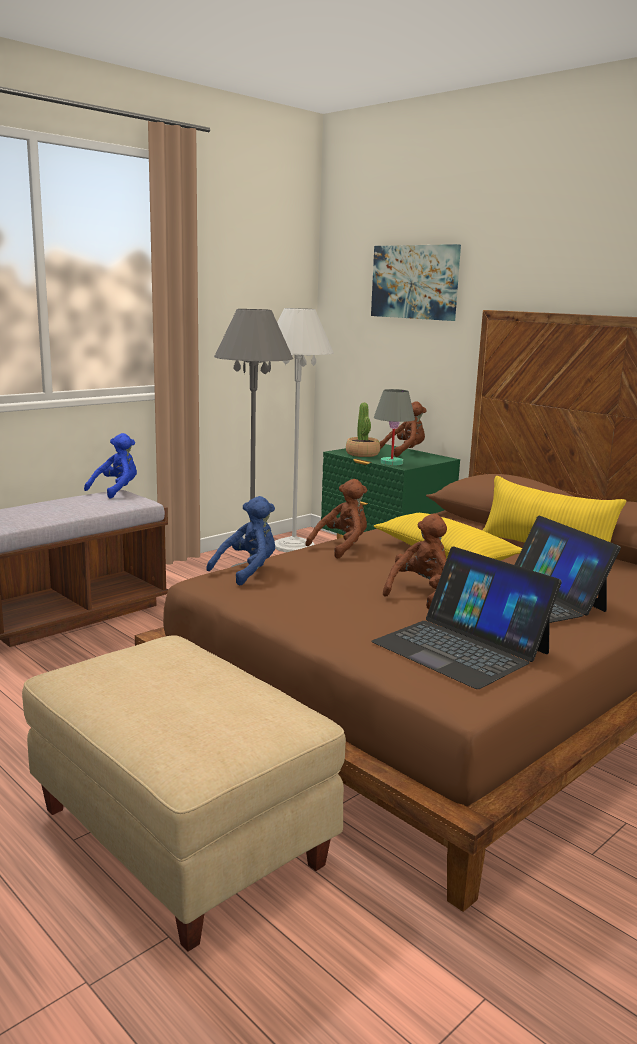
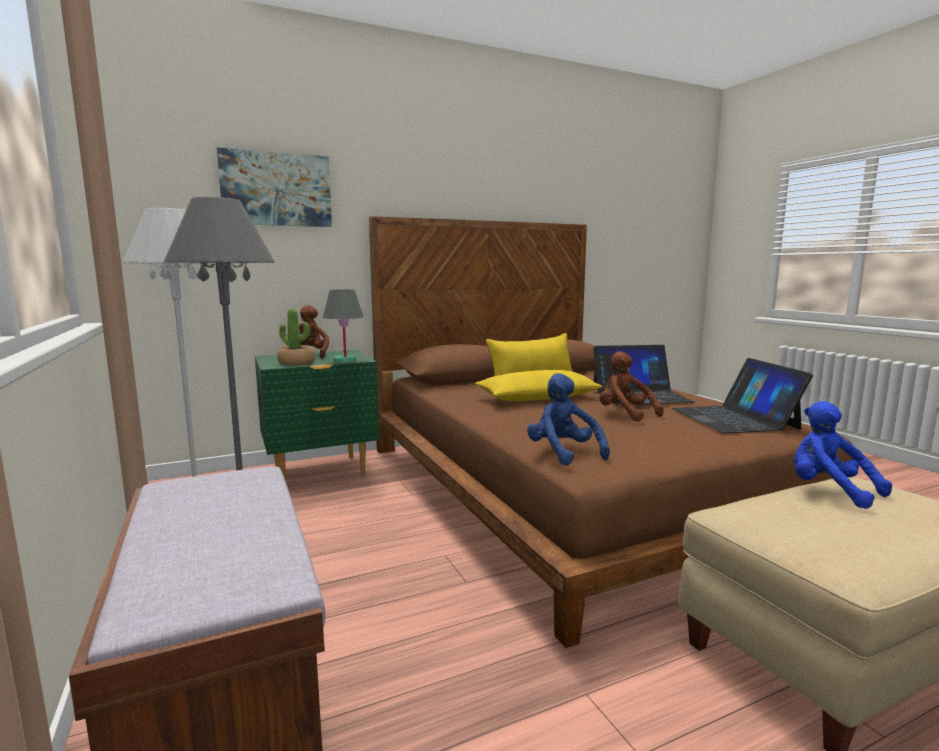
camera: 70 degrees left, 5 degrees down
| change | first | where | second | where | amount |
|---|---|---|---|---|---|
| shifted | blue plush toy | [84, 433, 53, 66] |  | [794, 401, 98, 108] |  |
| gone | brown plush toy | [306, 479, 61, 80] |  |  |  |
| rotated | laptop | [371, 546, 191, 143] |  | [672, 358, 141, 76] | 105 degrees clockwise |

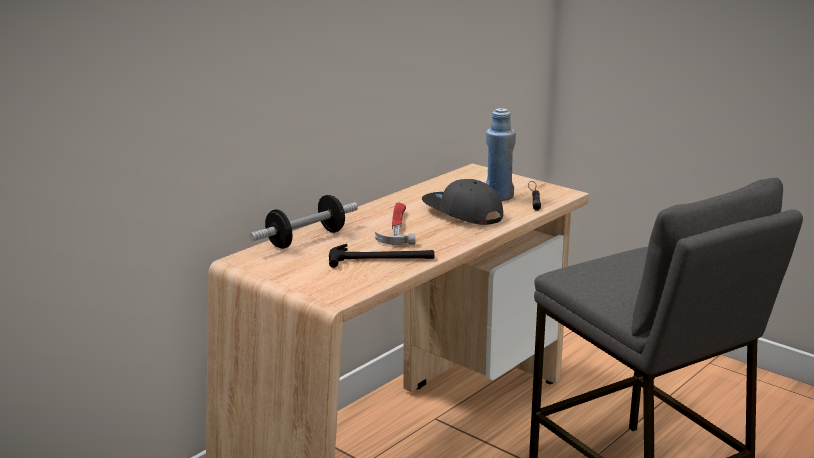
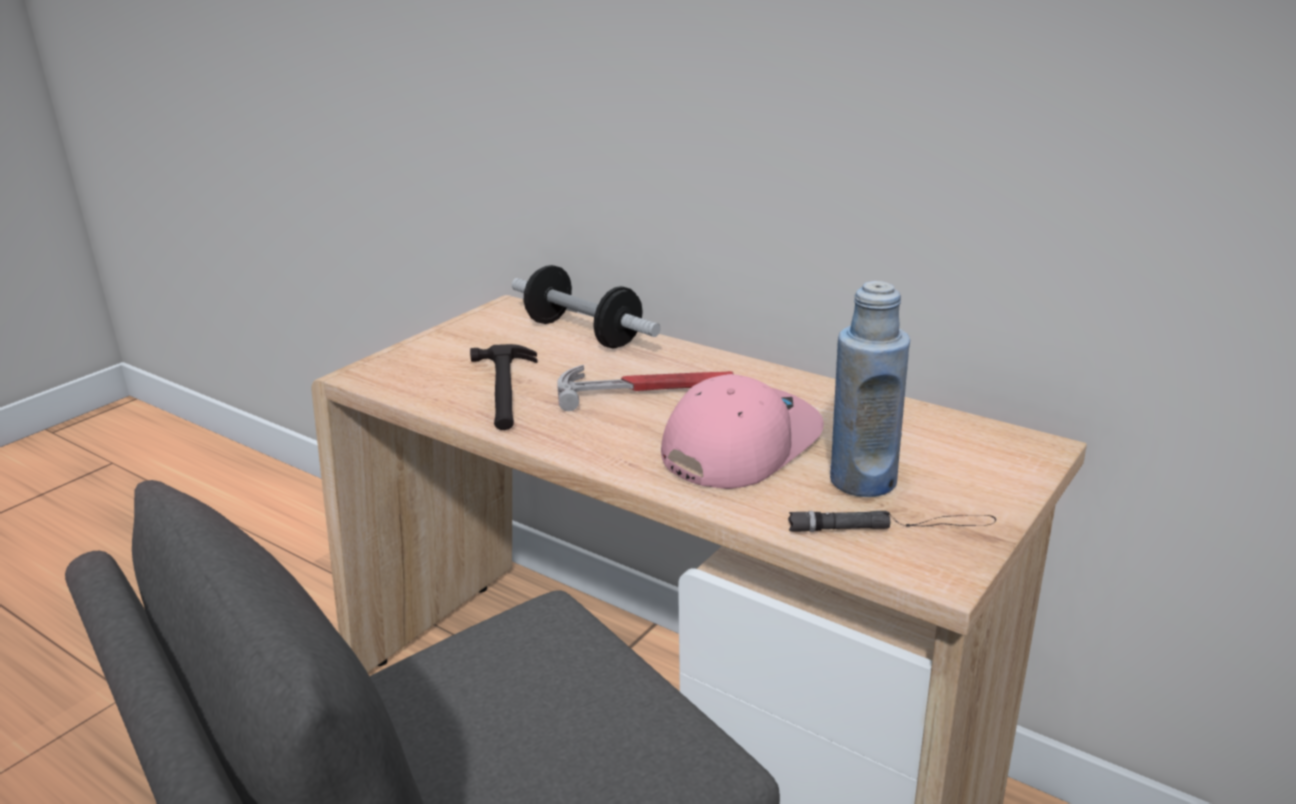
camera: 85 degrees right, 5 degrees up
| change | first | where | second | where | amount |
|---|---|---|---|---|---|
| repainted | grey cap | [422, 179, 81, 46] | pink cap | [661, 374, 163, 115] |  |

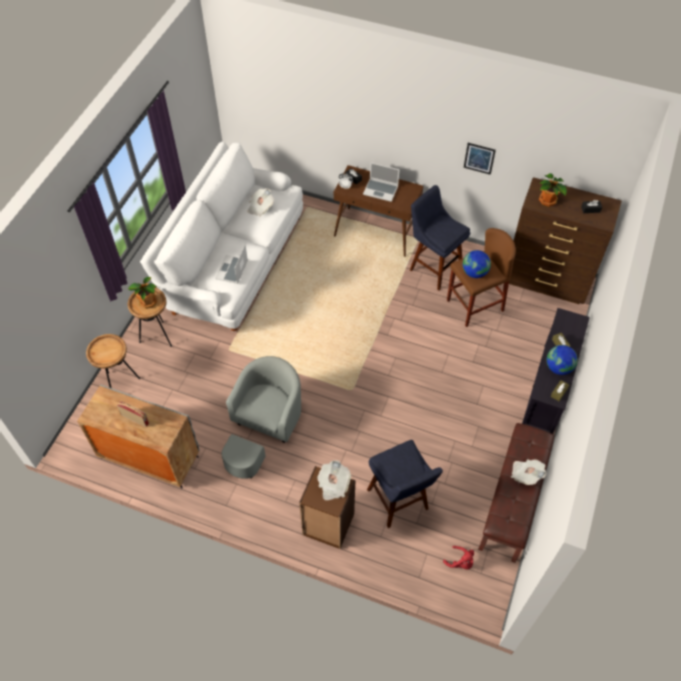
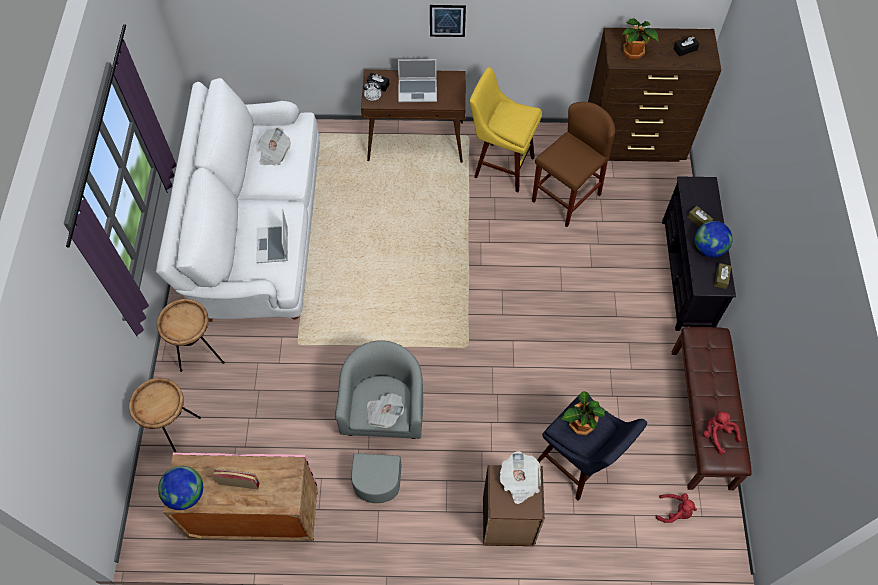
camera: 20 degrees left, 5 degrees up
| change | first | where | second | where | amount |
|---|---|---|---|---|---|
| repainted | grey cabinet | [77, 384, 122, 104] | pink cabinet | [163, 452, 155, 89] |  |
| shifted | potted plant | [128, 277, 29, 32] |  | [562, 391, 43, 45] |  |
| repainted | blue stool | [410, 185, 60, 105] | yellow stool | [470, 67, 72, 125] |  |
| shifted | globe | [463, 250, 28, 28] |  | [158, 466, 45, 44] |  |
| shifted | picture | [464, 143, 32, 32] |  | [430, 5, 36, 32] |  |
| shifted | newspaper | [511, 459, 35, 26] |  | [367, 393, 37, 35] |  |
| new |  |  | red plush toy | [703, 410, 38, 45] |  |

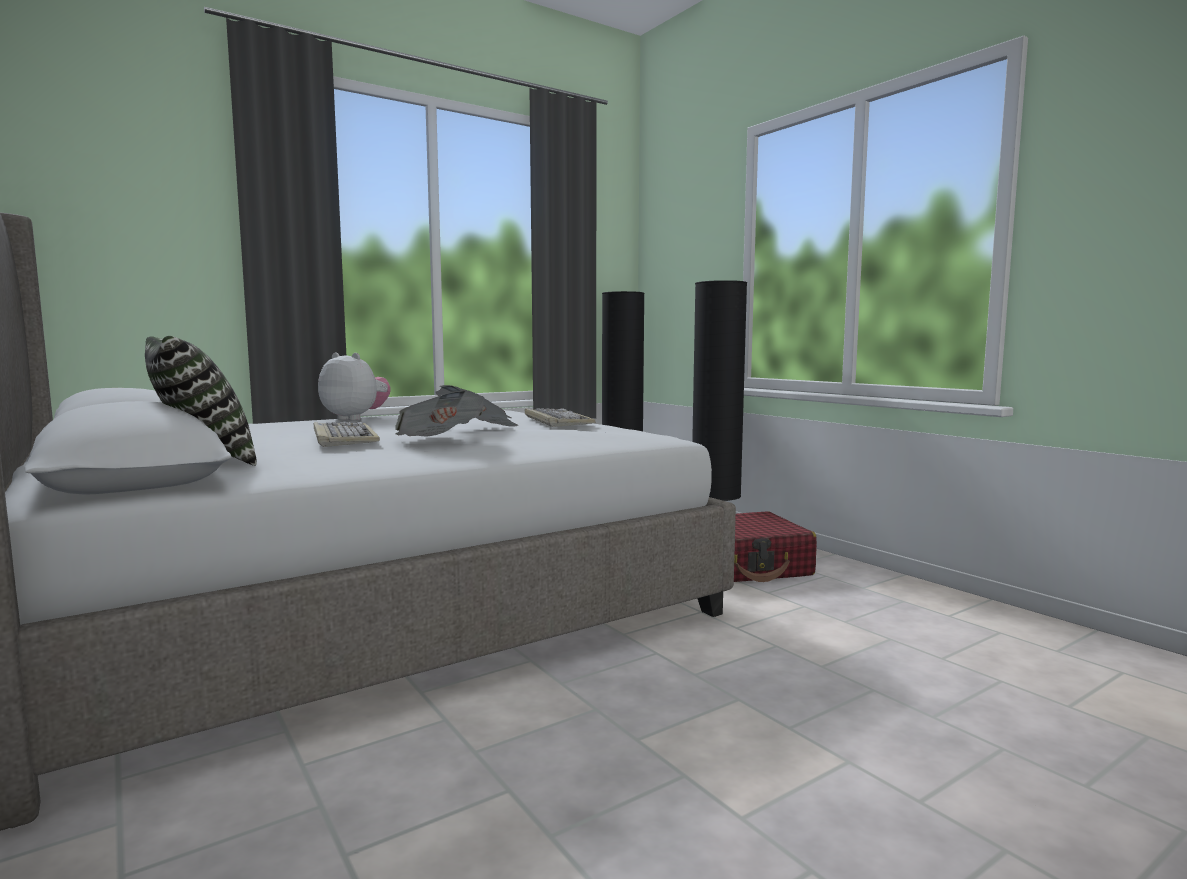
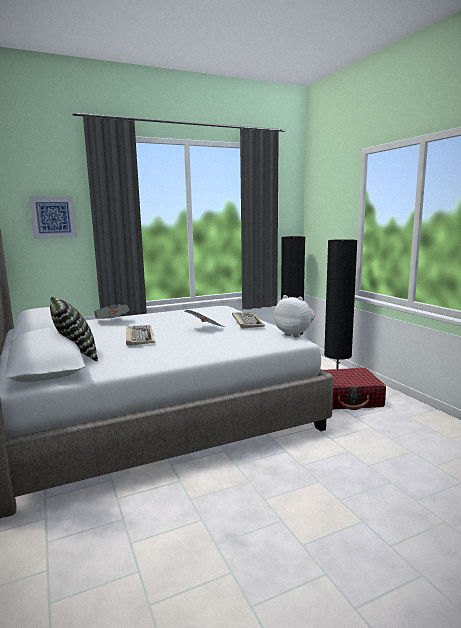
camera: 10 degrees right, 5 degrees up
| change | first | where | second | where | amount |
|---|---|---|---|---|---|
| shifted | plush toy | [318, 353, 72, 68] |  | [274, 295, 41, 42] |  |
| shifted | newspaper | [395, 391, 90, 46] |  | [94, 304, 36, 15] |  |
| new |  |  | picture | [28, 196, 49, 43] |  |

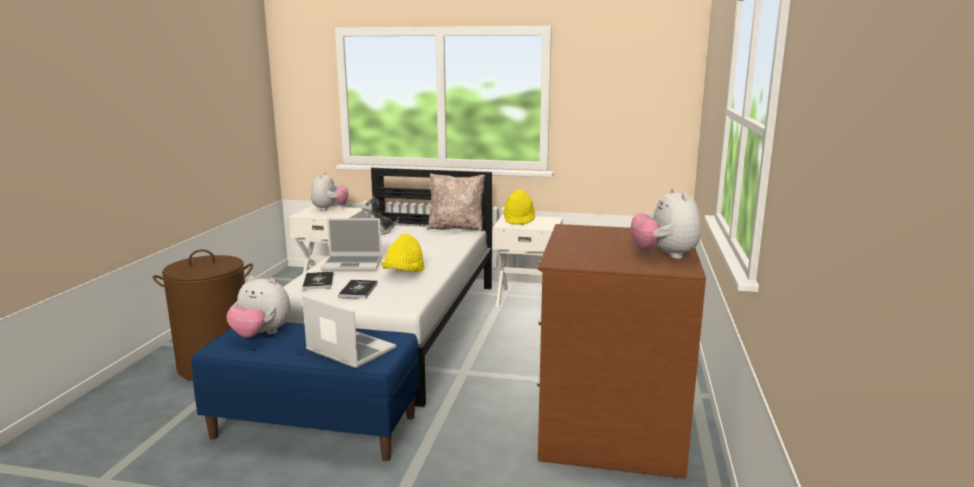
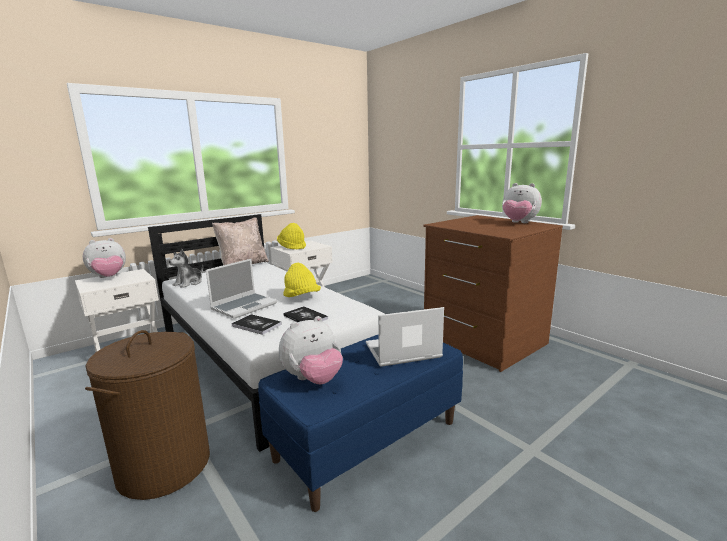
camera: 50 degrees left, 0 degrees up
| change | first | where | second | where | amount |
|---|---|---|---|---|---|
| rotated | plush toy | [311, 172, 38, 39] |  | [83, 238, 43, 40] | 105 degrees clockwise |

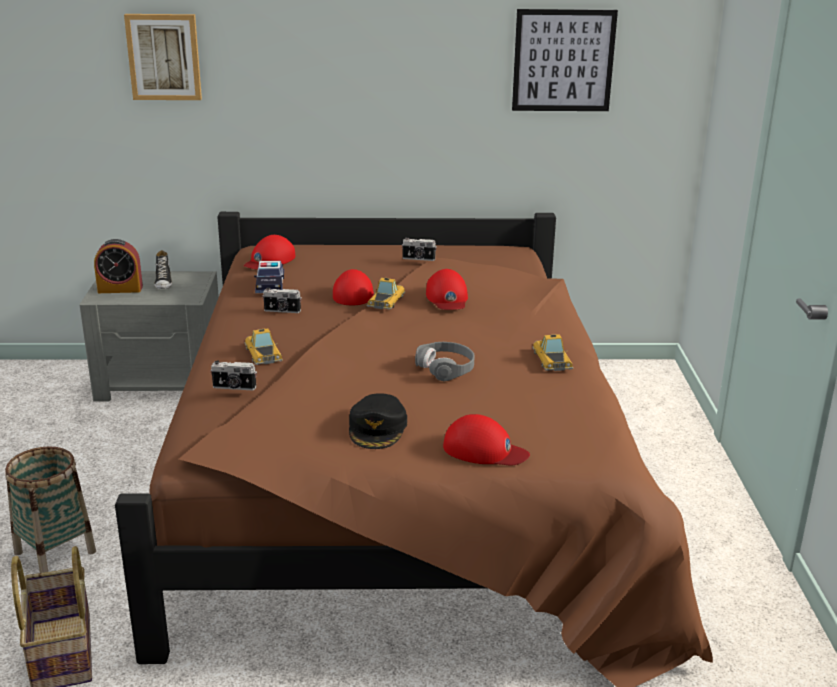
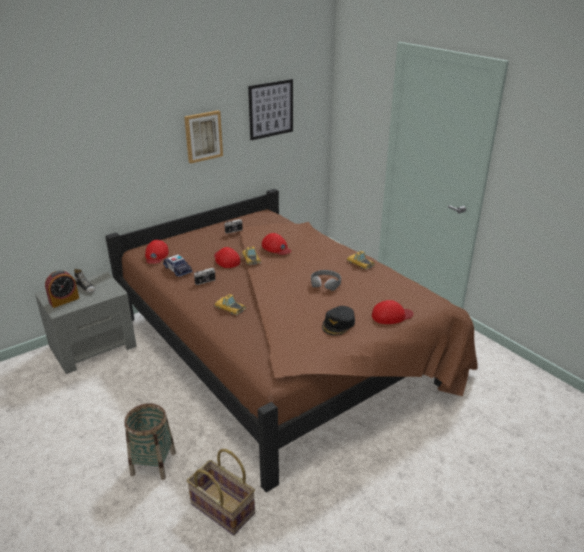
camera: 35 degrees left, 5 degrees up
| change | first | where | second | where | amount |
|---|---|---|---|---|---|
| shifted | picture | [124, 14, 78, 86] |  | [184, 110, 39, 54] |  |
| gone | photo camera | [210, 361, 47, 29] |  |  |  |
| rotated | black cap | [349, 393, 58, 56] |  | [322, 306, 33, 30] | 60 degrees clockwise |

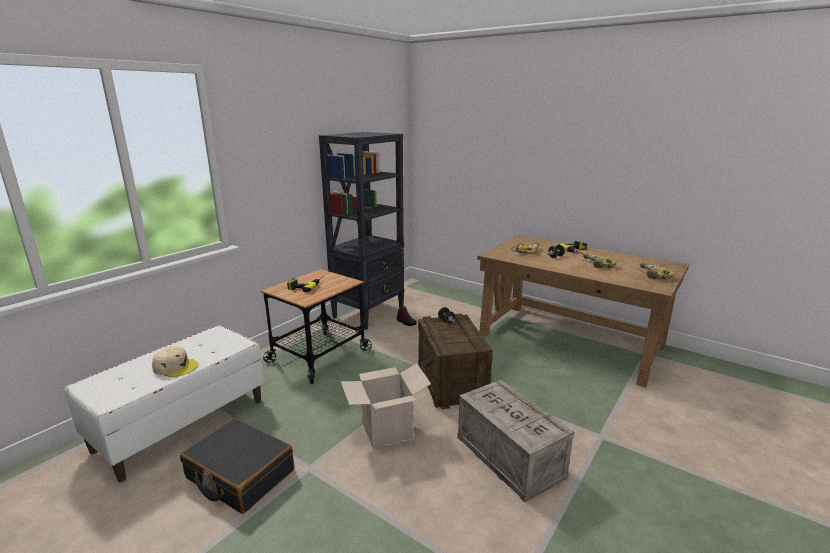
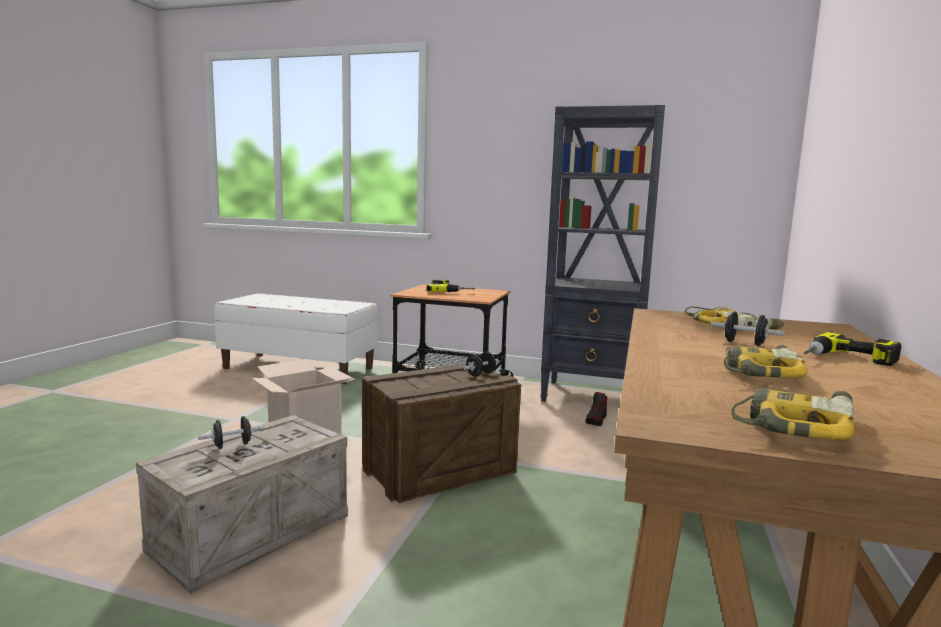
camera: 70 degrees right, 10 degrees down
| change | first | where | second | where | amount |
|---|---|---|---|---|---|
| gone | beige cap | [152, 346, 47, 31] |  |  |  |
| gone | black suitcase | [180, 418, 114, 96] |  |  |  |
| new |  |  | black dumbbell | [198, 416, 67, 33] |  |

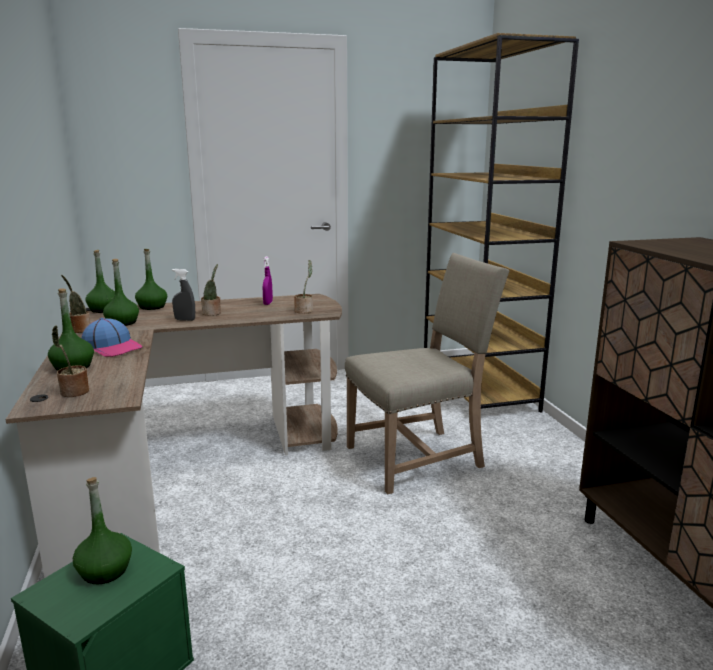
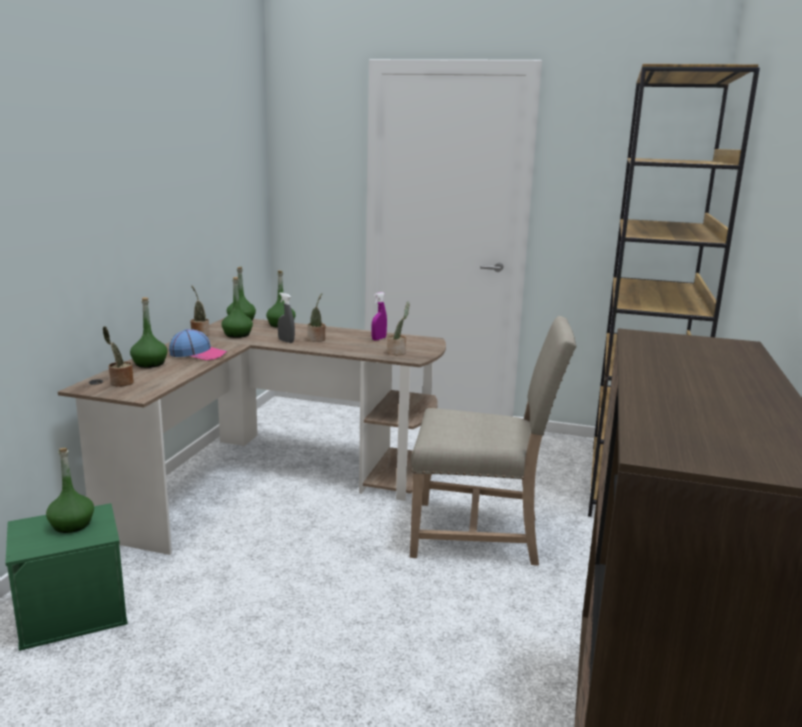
camera: 30 degrees right, 0 degrees up
| change | first | where | second | where | amount |
|---|---|---|---|---|---|
| rotated | cap | [81, 318, 62, 39] |  | [169, 329, 58, 32] | 60 degrees counterclockwise |

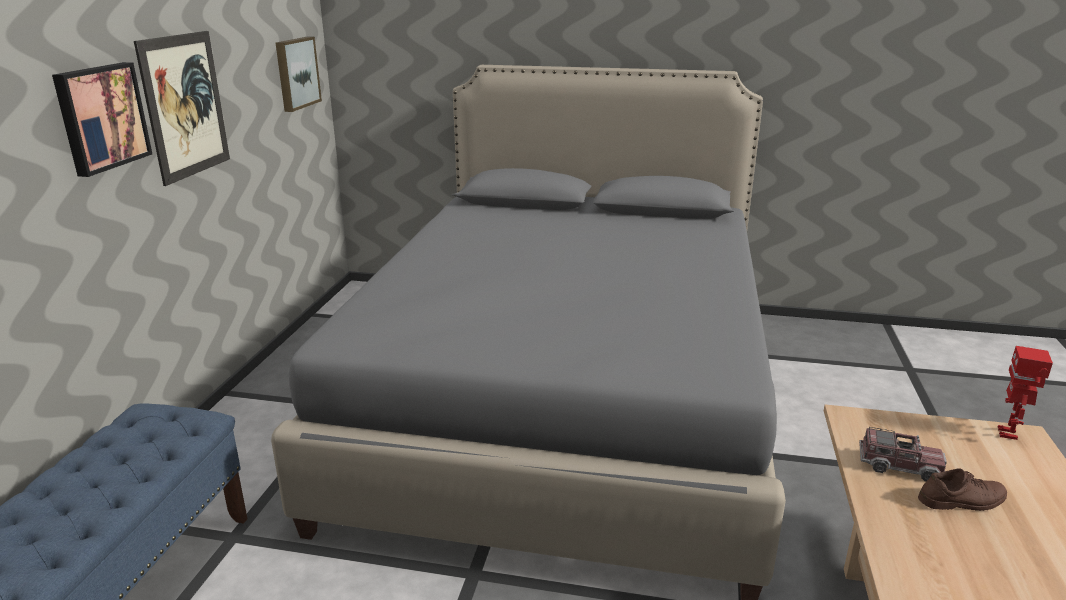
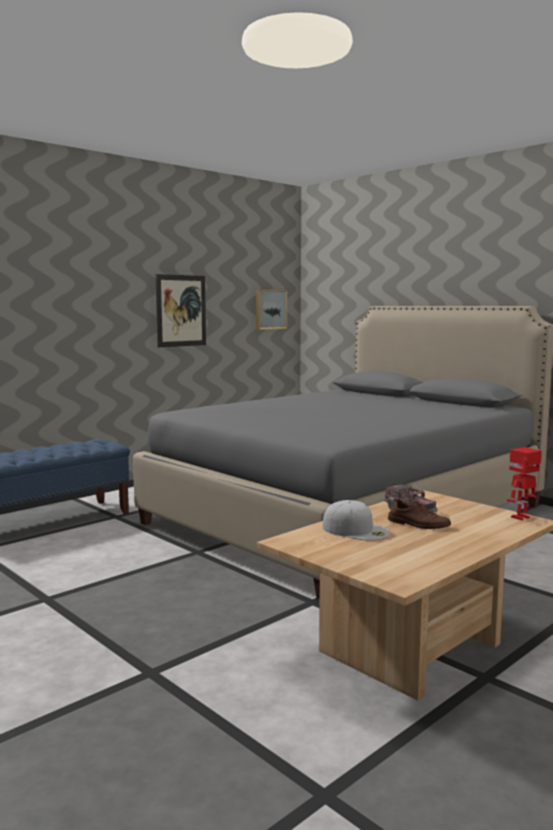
camera: 35 degrees right, 15 degrees down
| change | first | where | second | where | amount |
|---|---|---|---|---|---|
| gone | picture | [52, 62, 100, 115] |  |  |  |
| new |  |  | white cap | [323, 500, 67, 41] |  |

